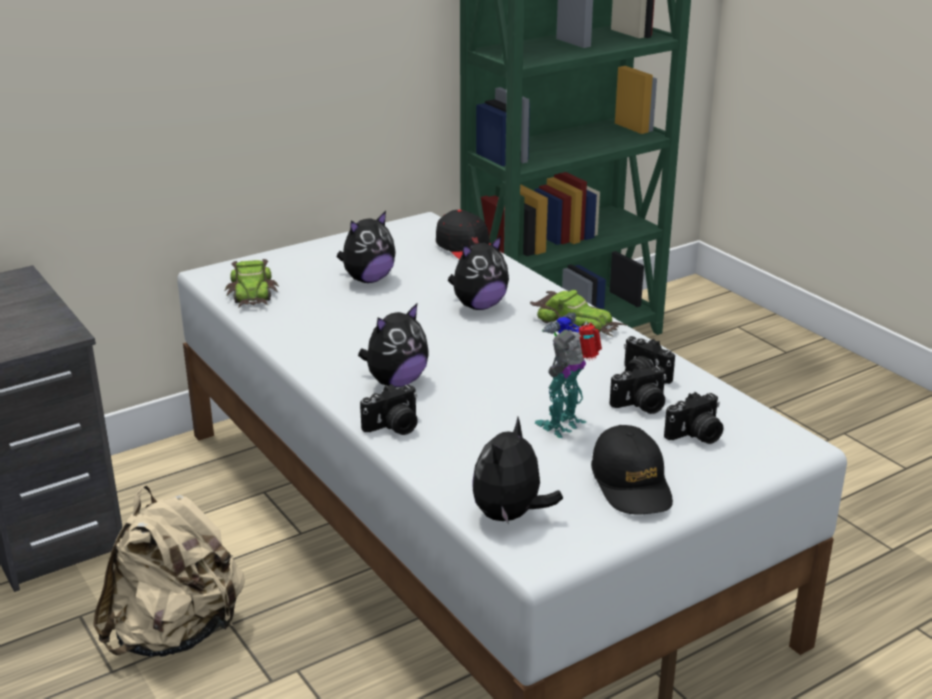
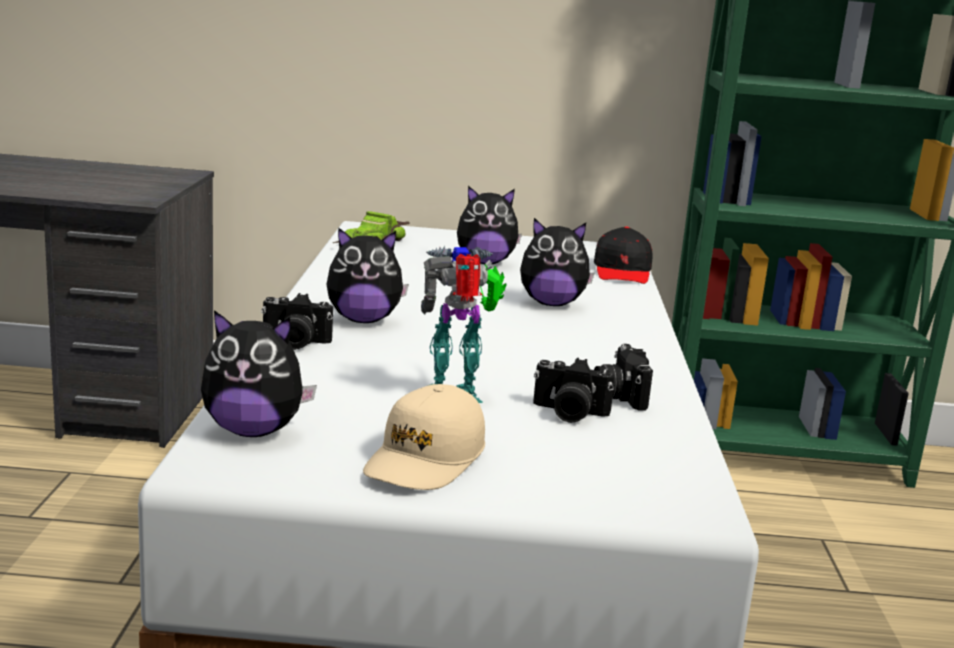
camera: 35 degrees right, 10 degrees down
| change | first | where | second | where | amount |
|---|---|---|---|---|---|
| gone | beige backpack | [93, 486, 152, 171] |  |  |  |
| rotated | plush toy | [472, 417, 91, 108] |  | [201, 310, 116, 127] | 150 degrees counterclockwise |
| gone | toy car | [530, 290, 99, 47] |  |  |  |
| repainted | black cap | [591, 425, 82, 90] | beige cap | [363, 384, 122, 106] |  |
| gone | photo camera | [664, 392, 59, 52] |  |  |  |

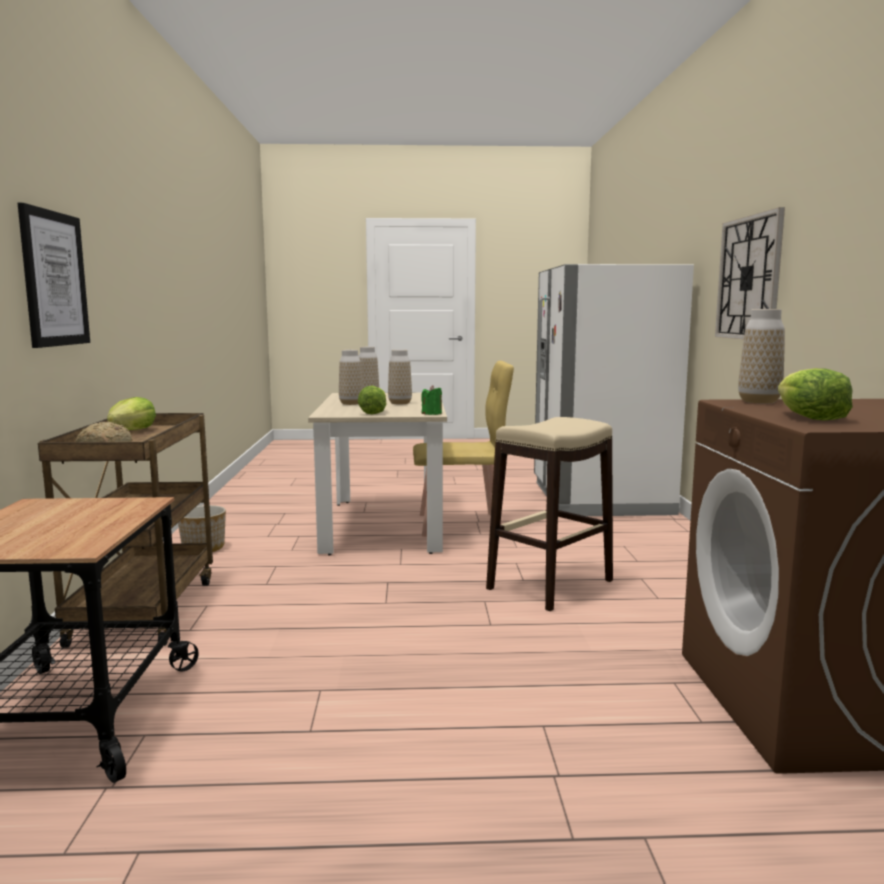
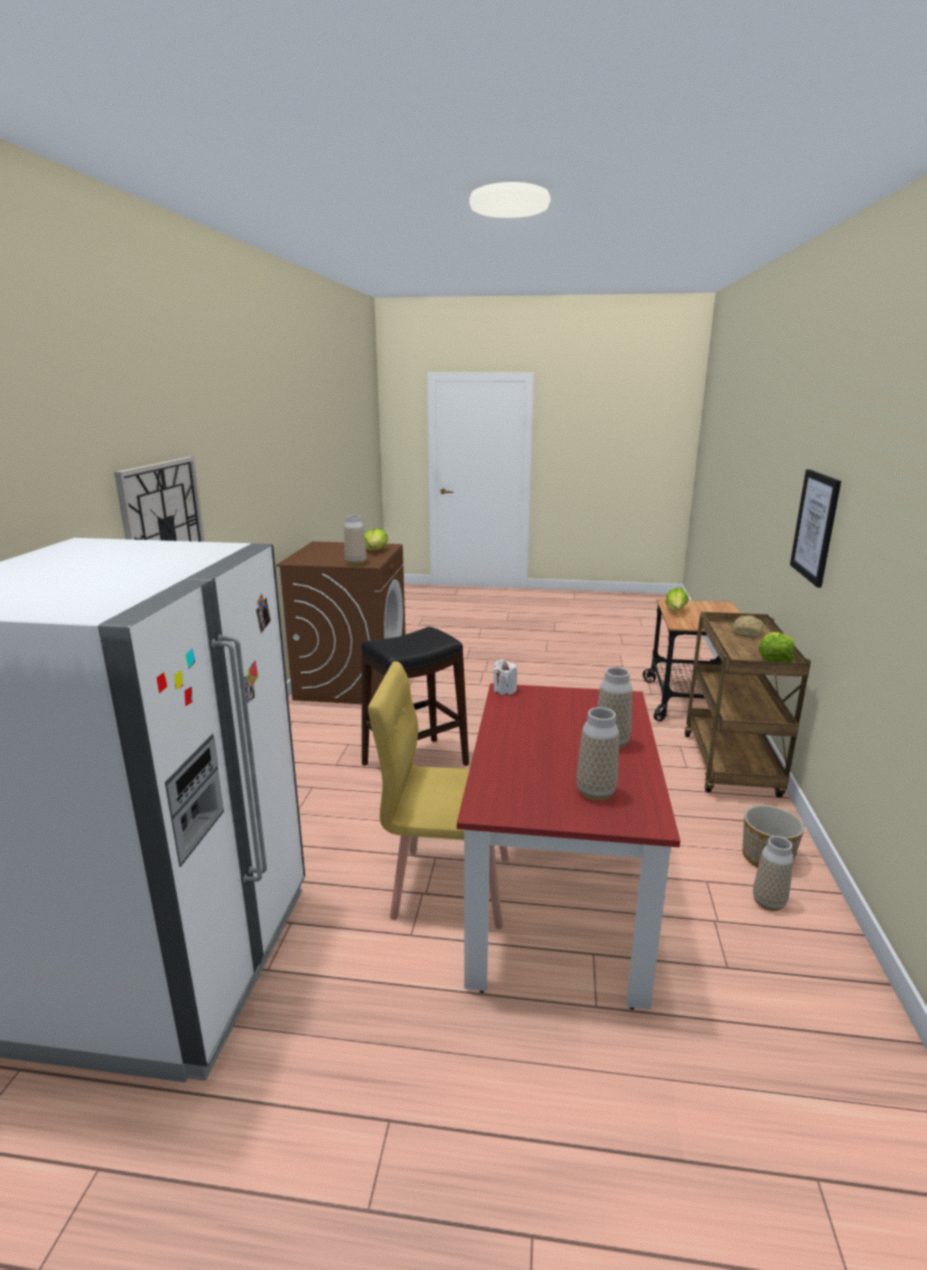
camera: 170 degrees left, 10 degrees up
| change | first | where | second | where | amount |
|---|---|---|---|---|---|
| repainted | beige dining table | [308, 393, 139, 162] | red dining table | [457, 683, 223, 327] |  |
| shifted | lettuce | [358, 385, 29, 29] |  | [665, 587, 24, 24] |  |
| shifted | vase | [388, 349, 24, 56] |  | [753, 836, 41, 75] |  |
| repainted | green candle | [421, 385, 21, 30] | white candle | [493, 659, 24, 36] |  |
| repainted | beige stool | [486, 417, 127, 194] | black stool | [361, 627, 108, 139] |  |

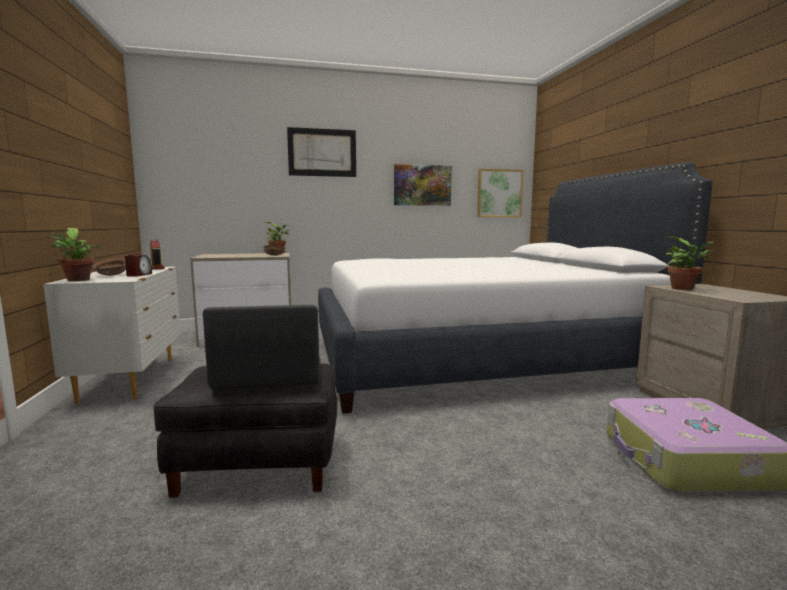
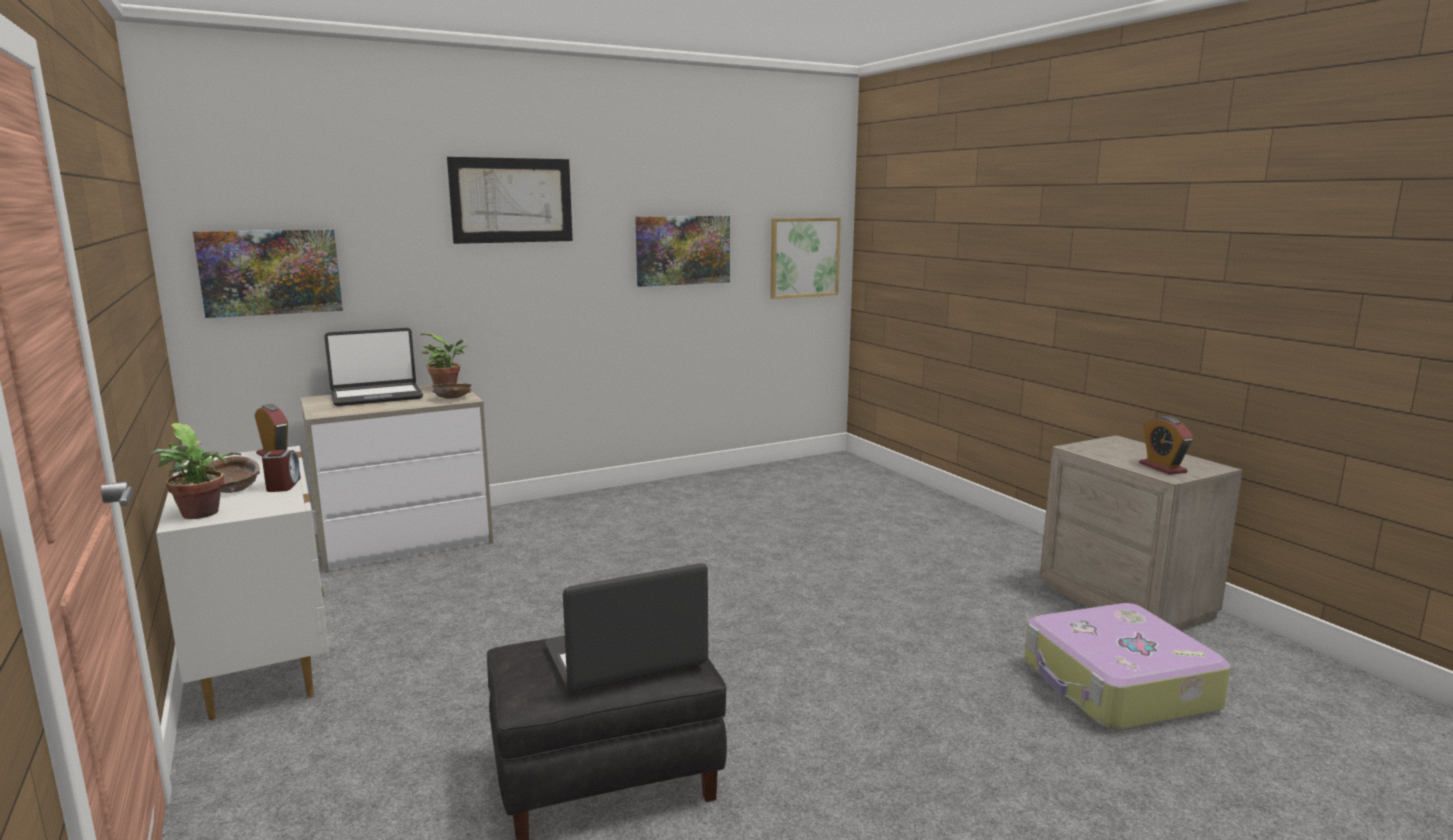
camera: 15 degrees left, 5 degrees up
| change | first | where | second | where | amount |
|---|---|---|---|---|---|
| gone | white bed | [318, 162, 395, 252] |  |  |  |
| gone | potted plant | [666, 236, 48, 54] |  |  |  |
| new |  |  | picture | [193, 229, 150, 89] |  |
| new |  |  | laptop | [324, 328, 99, 78] |  |
| new |  |  | alarm clock | [1139, 416, 54, 59] |  |

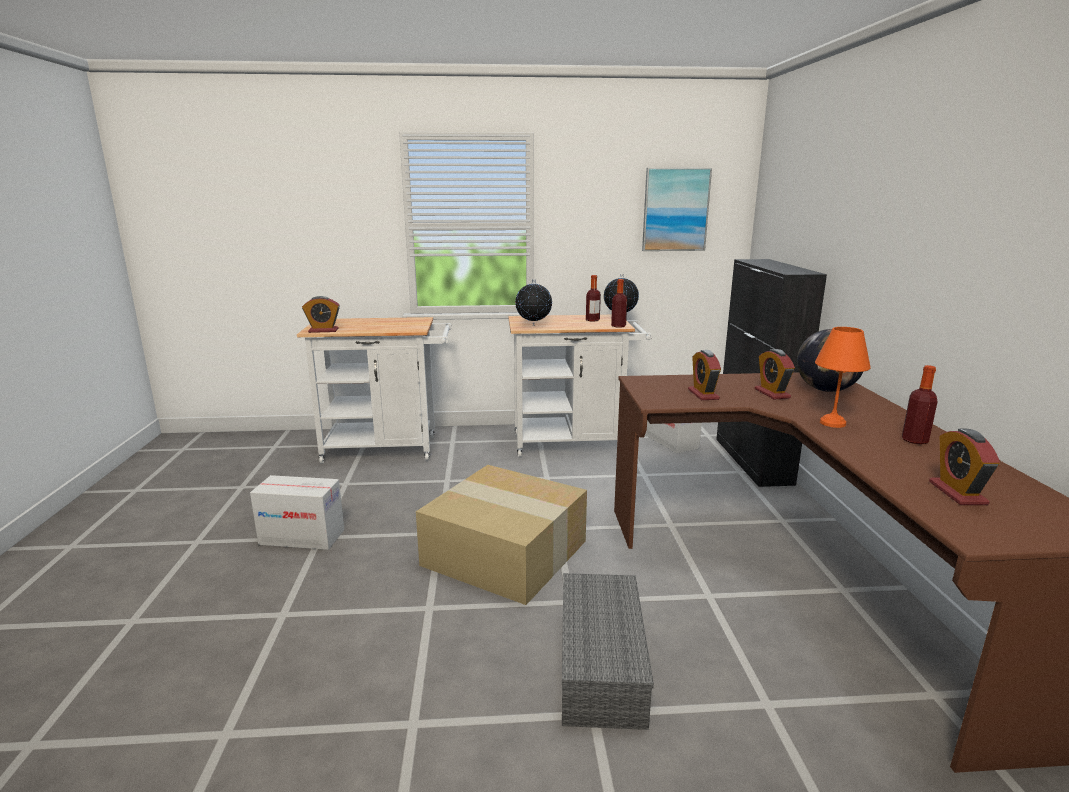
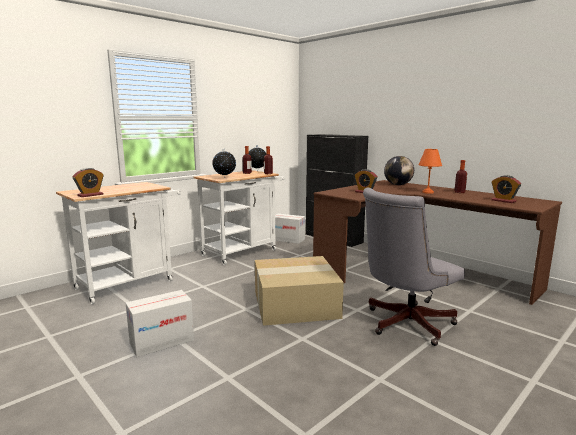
camera: 40 degrees left, 5 degrees down
| change | first | where | second | where | amount |
|---|---|---|---|---|---|
| swapped | grey storage box | [562, 573, 92, 157] | grey office chair | [363, 188, 102, 158] |  |
| gone | picture | [642, 168, 70, 83] |  |  |  |
| gone | alarm clock | [755, 349, 40, 51] |  |  |  |

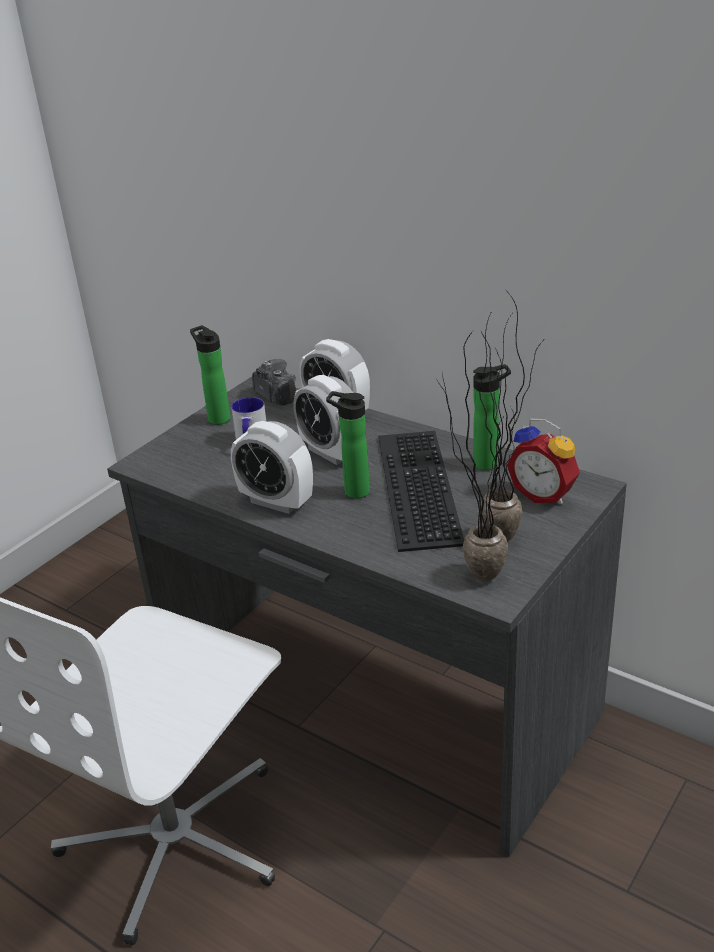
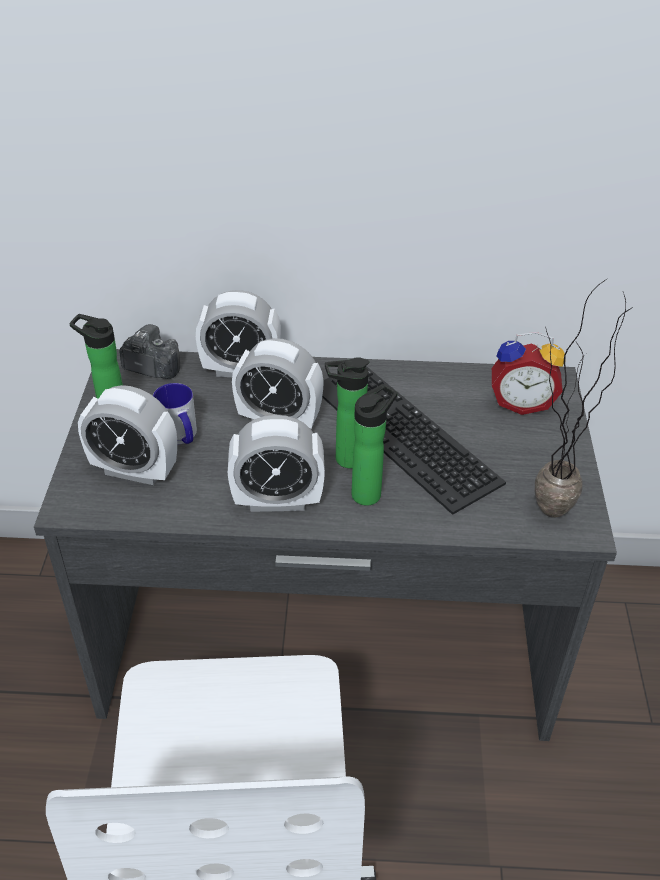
camera: 35 degrees left, 10 degrees up
| change | first | where | second | where | amount |
|---|---|---|---|---|---|
| shifted | bottle | [473, 364, 38, 106] |  | [351, 384, 46, 122] |  |
| gone | potted plant | [479, 293, 64, 249] |  |  |  |
| new |  |  | alarm clock | [78, 385, 99, 100] |  |

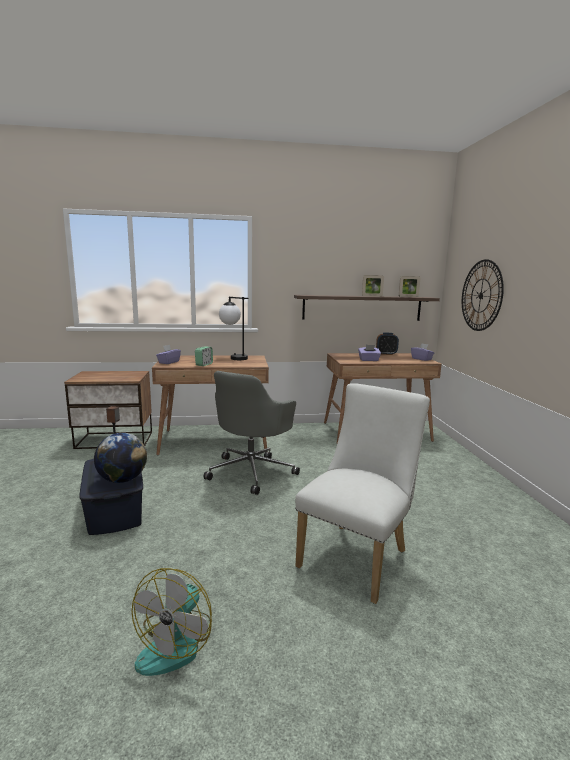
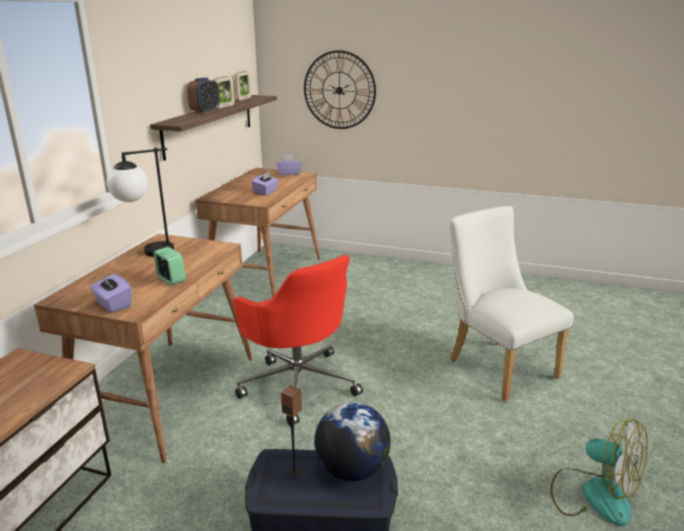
camera: 65 degrees left, 10 degrees up
| change | first | where | second | where | amount |
|---|---|---|---|---|---|
| repainted | grey office chair | [203, 371, 97, 124] | red office chair | [233, 255, 130, 171] |  |
| shifted | alarm clock | [376, 333, 23, 22] |  | [187, 78, 33, 35] |  |

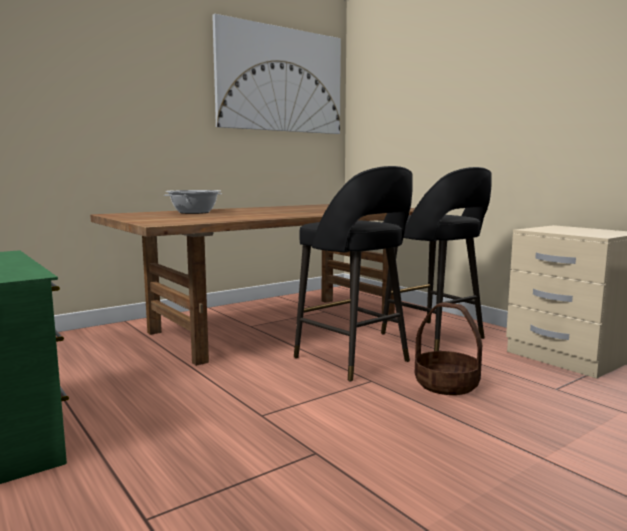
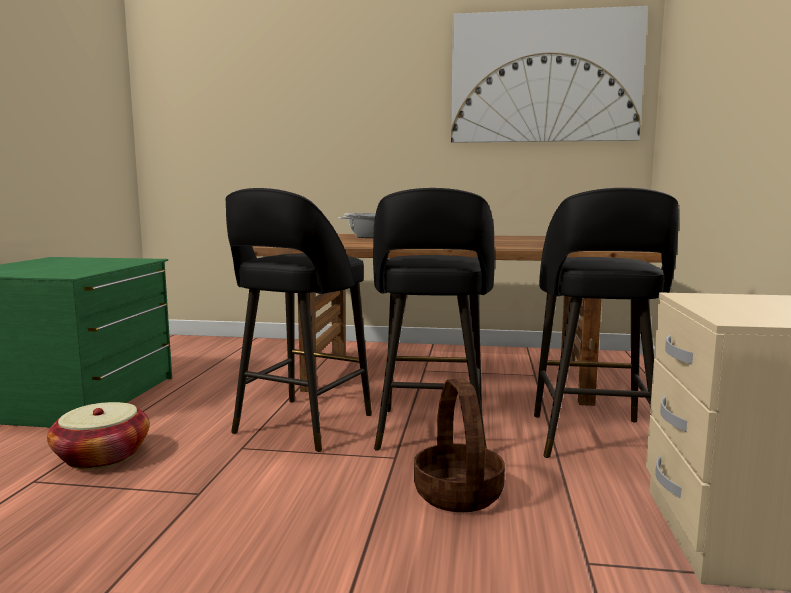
camera: 45 degrees right, 0 degrees up
| change | first | where | second | where | amount |
|---|---|---|---|---|---|
| new |  |  | basket | [47, 402, 103, 67] |  |
| new |  |  | black stool | [225, 188, 147, 264] |  |

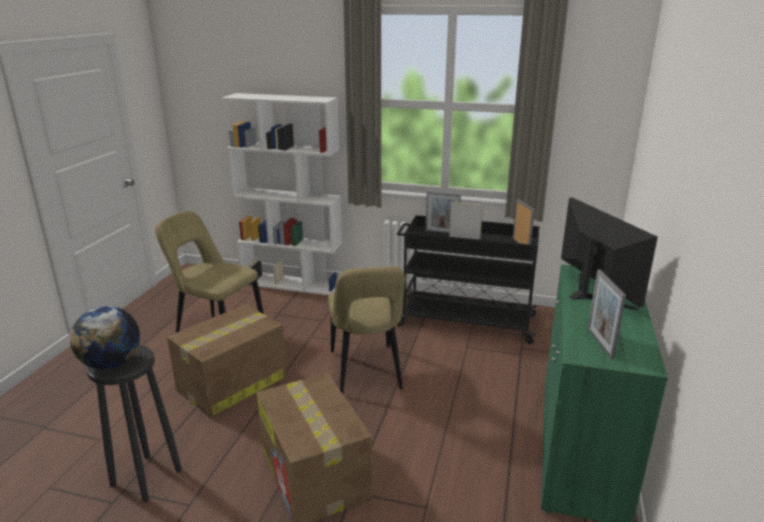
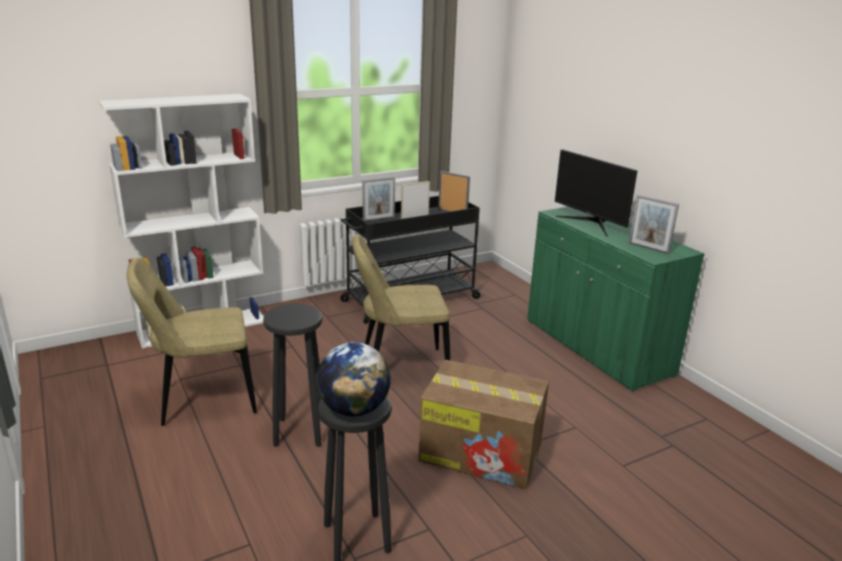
camera: 45 degrees left, 0 degrees up
| change | first | where | second | where | amount |
|---|---|---|---|---|---|
| swapped | cardboard box | [167, 304, 120, 114] | black stool | [263, 304, 59, 143] |  |
| rotated | beige chair | [328, 266, 77, 128] |  | [352, 234, 98, 126] | 135 degrees clockwise |
| rotated | monitor | [561, 197, 97, 114] |  | [555, 149, 83, 87] | 150 degrees counterclockwise |

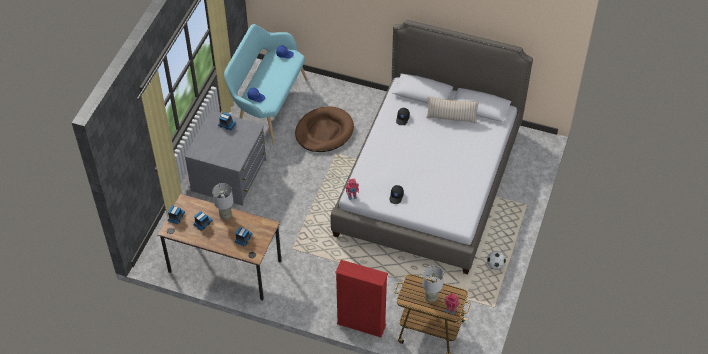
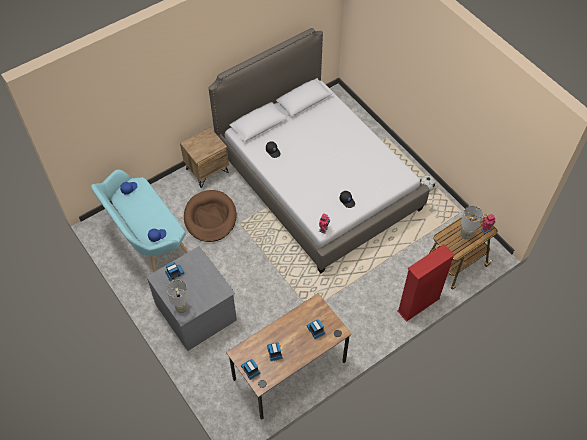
camera: 55 degrees left, 5 degrees up
| change | first | where | second | where | amount |
|---|---|---|---|---|---|
| shifted | grey table lamp | [212, 183, 21, 37] |  | [167, 280, 22, 33] |  |
| gone | beige pillow | [426, 96, 53, 28] |  |  |  |
| new |  |  | brown nightstand | [180, 127, 49, 61] |  |

